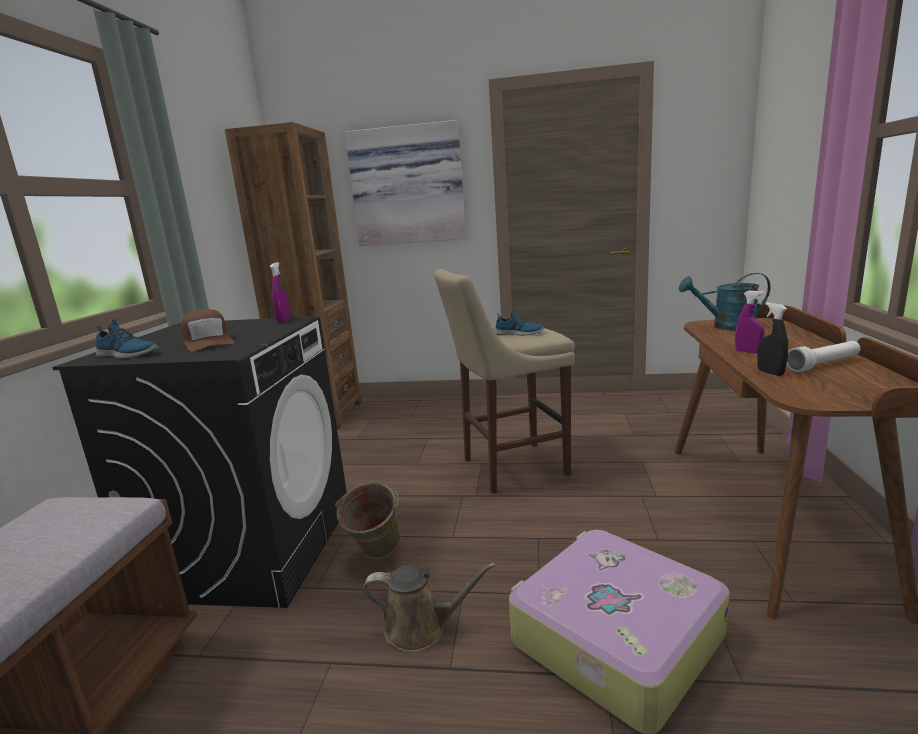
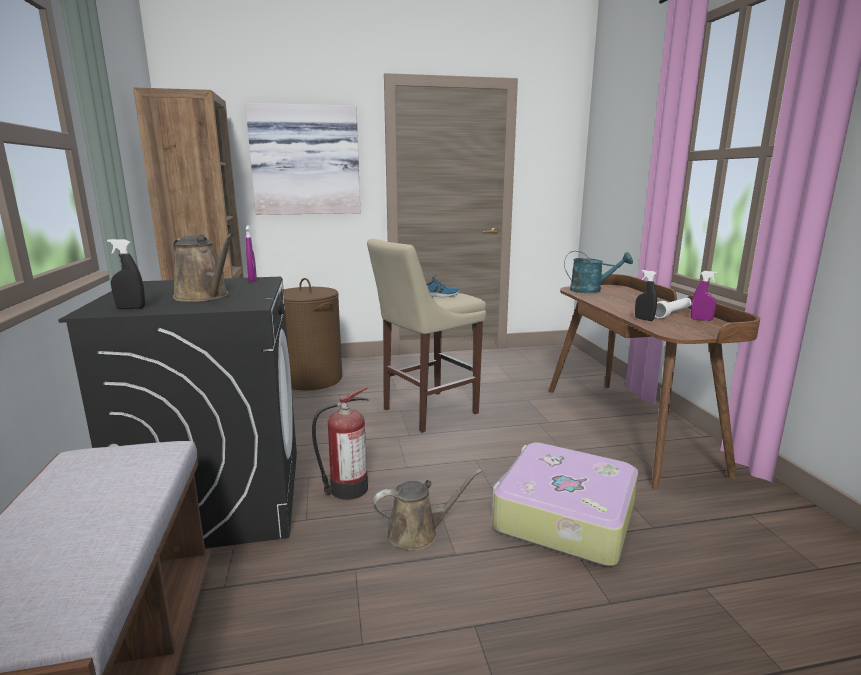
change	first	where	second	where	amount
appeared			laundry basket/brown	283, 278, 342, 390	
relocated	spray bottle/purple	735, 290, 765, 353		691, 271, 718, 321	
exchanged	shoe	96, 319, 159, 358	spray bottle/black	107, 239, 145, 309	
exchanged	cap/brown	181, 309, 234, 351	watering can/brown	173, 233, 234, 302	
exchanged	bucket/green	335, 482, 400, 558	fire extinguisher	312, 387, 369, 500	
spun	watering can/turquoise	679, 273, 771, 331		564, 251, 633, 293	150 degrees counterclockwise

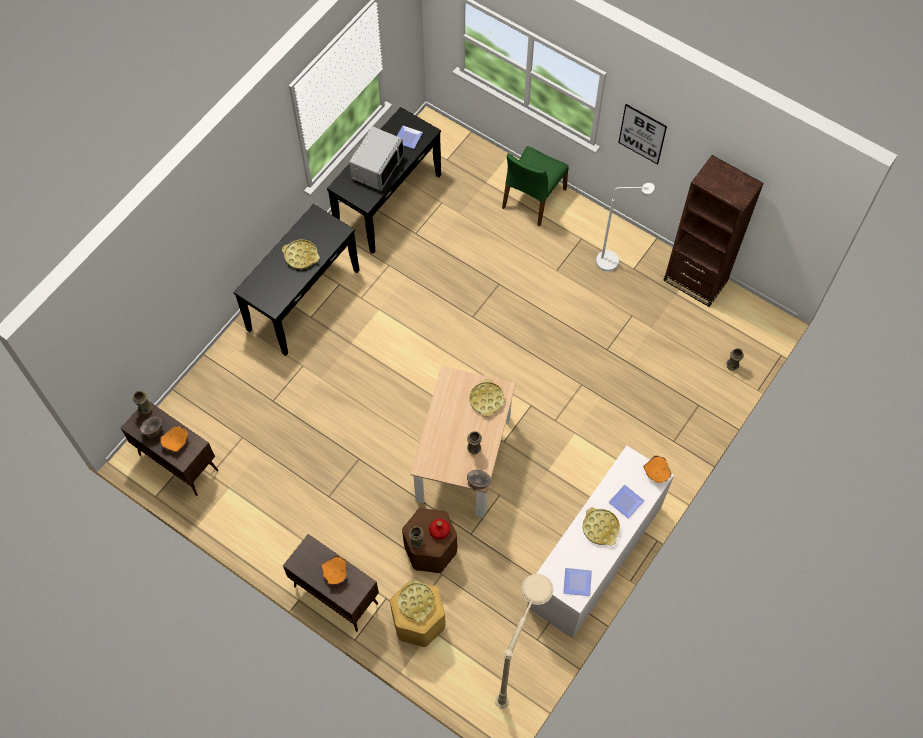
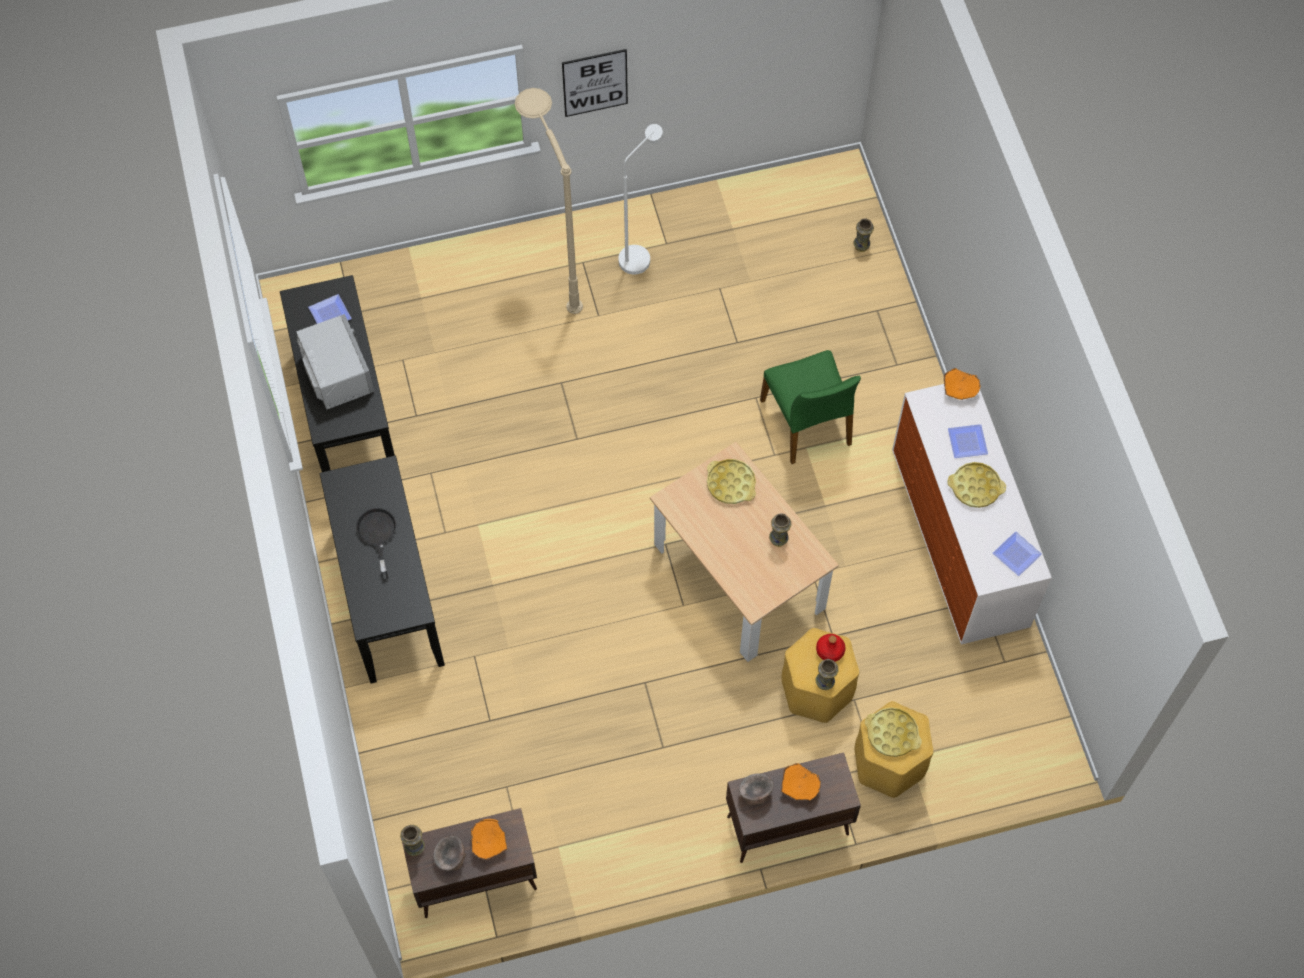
change	first	where	second	where	amount
missing	bookcase/brown	663, 155, 764, 307			
relocated	bowl/grey	467, 470, 491, 490		739, 773, 774, 806	
relocated	floor lamp/beige	495, 574, 553, 709		515, 88, 583, 314	
relocated	chair/green	502, 146, 568, 226		760, 350, 861, 464	
exchanged	tray/yellow	282, 240, 320, 269	frying pan/black	356, 508, 396, 580	
colour	stool/brown	402, 508, 457, 573	stool/yellow	782, 628, 859, 723	

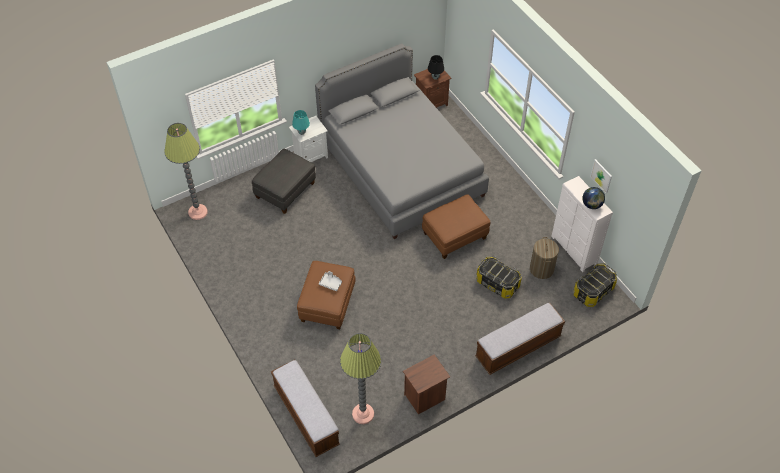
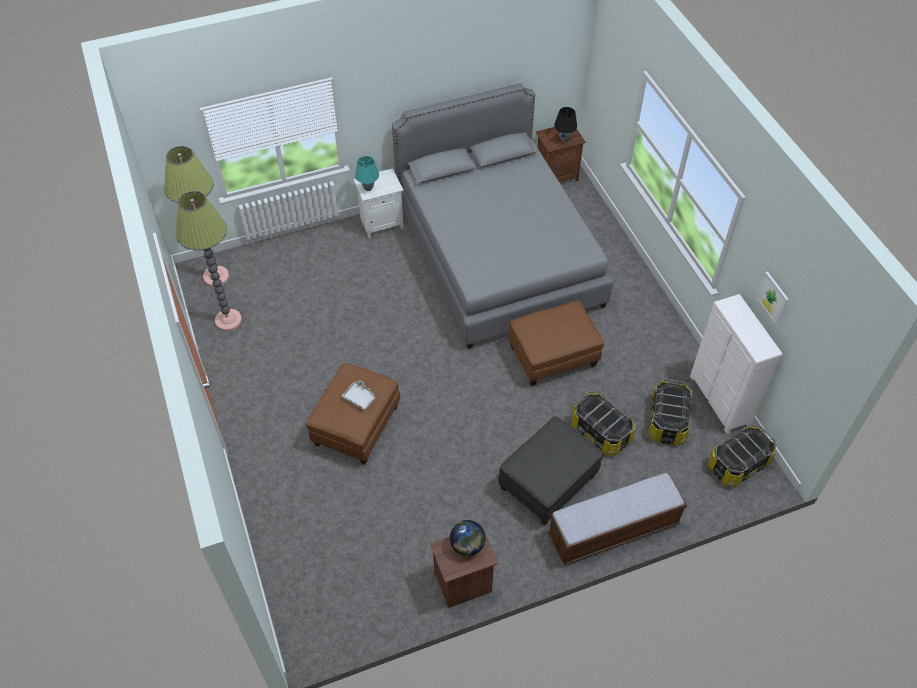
change	first	where	second	where	amount
missing	bench	271, 359, 340, 457			
relocated	ottoman/grey	252, 149, 316, 214		498, 416, 604, 526	
relocated	floor lamp	340, 333, 381, 424		176, 191, 242, 331	
relocated	globe	582, 187, 605, 209		450, 520, 485, 556	
exchanged	laundry basket	530, 237, 559, 279	storage box	648, 379, 692, 445	

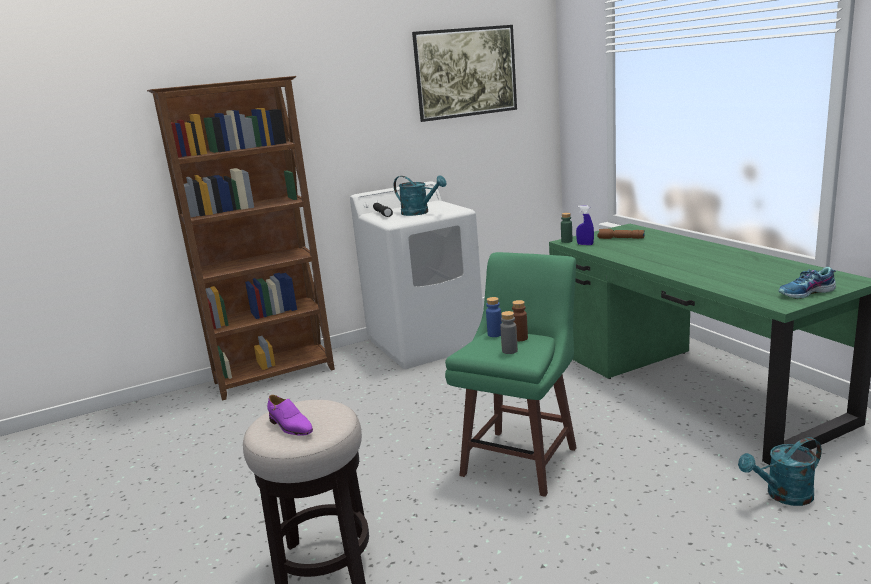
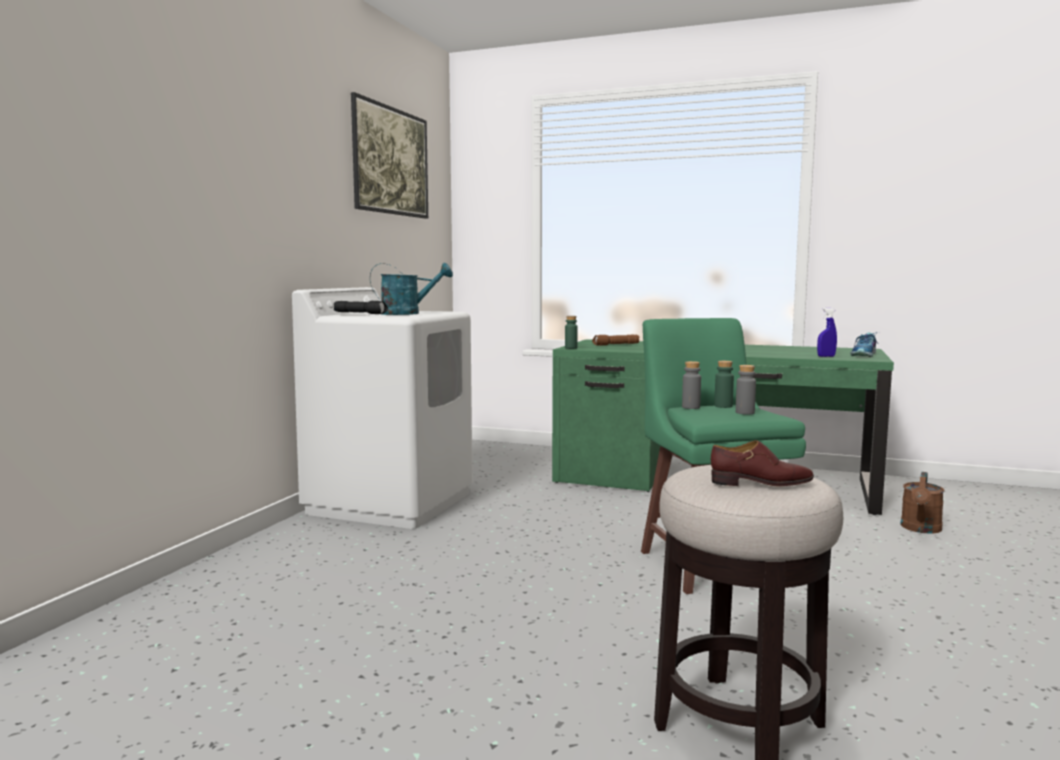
change	first	where	second	where	amount
missing	bookcase/brown	147, 76, 335, 401			
relocated	spray bottle/blue	576, 205, 594, 245		817, 308, 837, 357	
colour	shoe/purple	267, 395, 313, 436	shoe/brown	711, 440, 814, 486	
colour	bottle/blue	486, 297, 502, 337	bottle/grey	682, 361, 701, 409	
colour	bottle/brown	512, 300, 528, 341	bottle/green	714, 361, 734, 408	
colour	watering can/turquoise	738, 437, 822, 506	watering can/brown	900, 472, 944, 534	

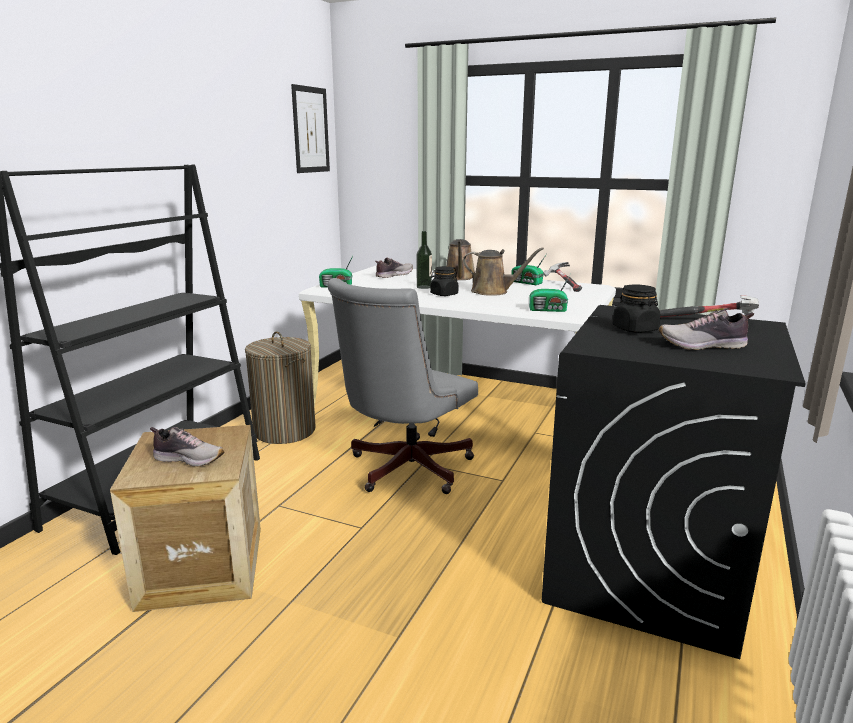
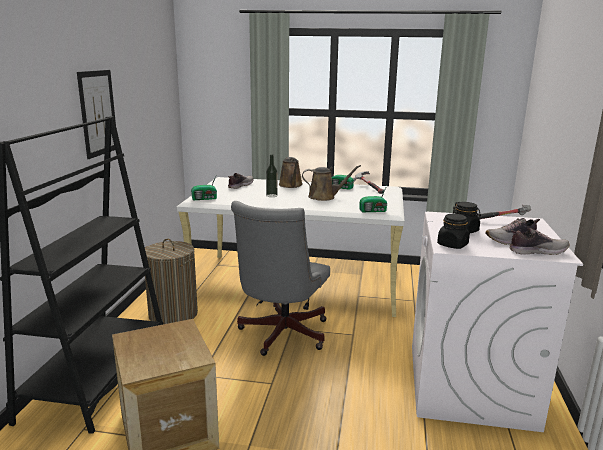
change	first	where	second	where	amount
relocated	shoe	150, 427, 224, 467		509, 228, 569, 255	
relocated	picture	291, 84, 330, 173		77, 70, 116, 159	
relocated	jar/black	430, 266, 458, 296		437, 214, 470, 249	
colour	washing machine/black	542, 305, 806, 659	washing machine/white	412, 212, 583, 432	

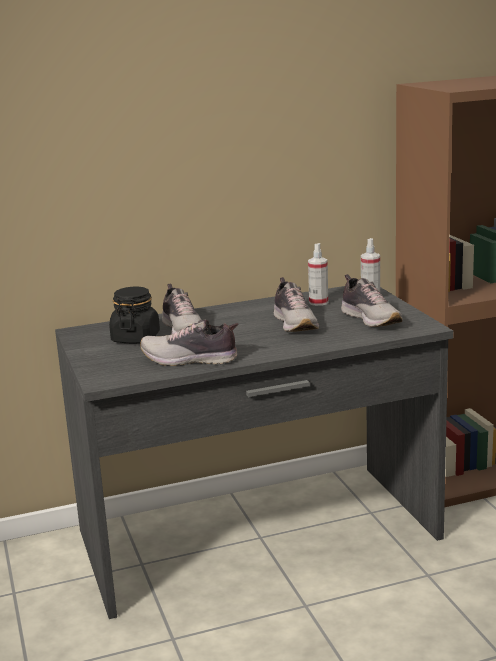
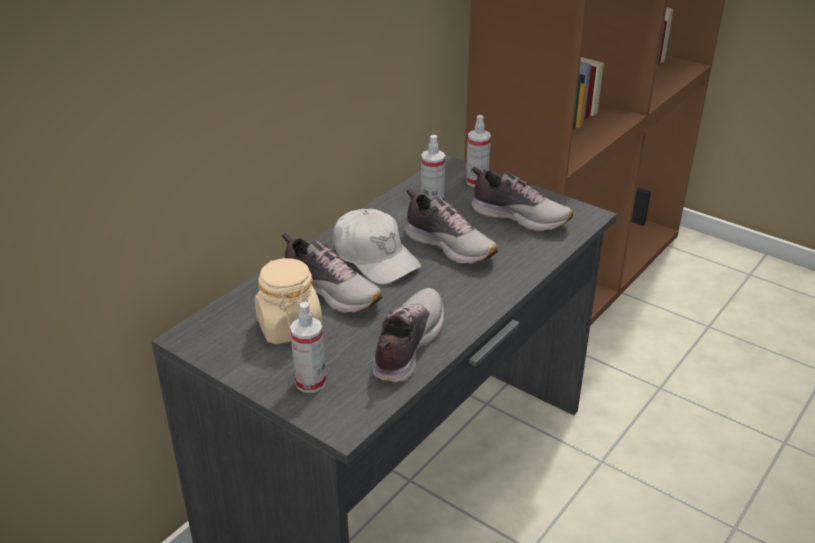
change	first	where	second	where	amount
appeared			spray bottle	290, 302, 326, 393	
appeared			cap/white	333, 209, 421, 285	
colour	jar/black	109, 287, 160, 343	jar/beige	255, 258, 323, 344	
spun	shoe	140, 320, 238, 366		373, 288, 444, 382	135 degrees clockwise

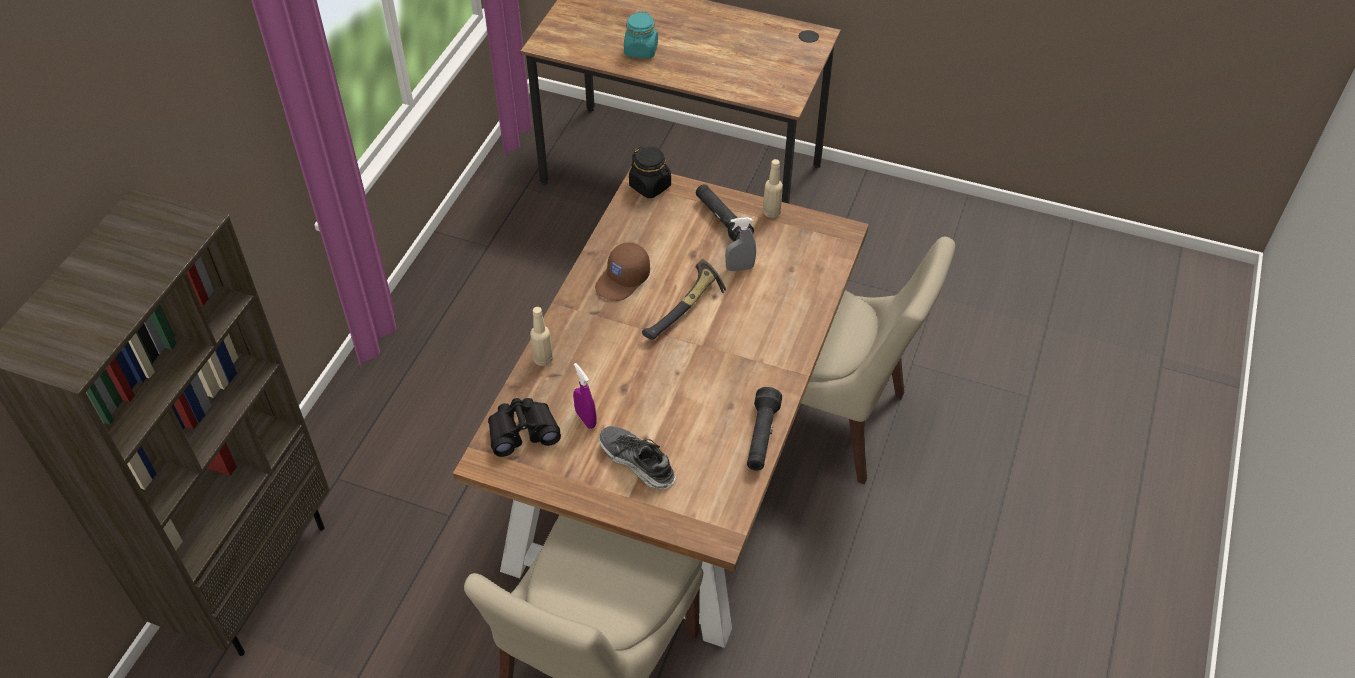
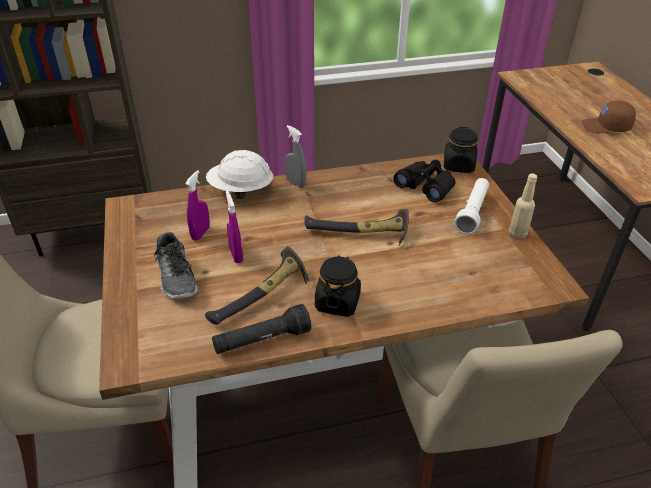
change	first	where	second	where	amount
missing	jar/turquoise	624, 11, 658, 59			
appeared			hammer	205, 246, 309, 325	
appeared			spray bottle/purple	226, 191, 243, 263	
appeared			jar/black	315, 255, 361, 317	
relocated	binoculars/black	488, 398, 561, 457		393, 160, 455, 202	
relocated	cap/brown	595, 243, 650, 301		581, 101, 636, 133	
relocated	spray bottle/grey	725, 217, 756, 271		285, 125, 307, 188	
exchanged	bottle/beige	530, 307, 553, 366	hard hat/white	206, 150, 273, 199	
colour	flashlight/black	696, 184, 754, 242	flashlight/white	454, 178, 489, 234	
spun	shoe	598, 426, 676, 489		154, 232, 197, 299	150 degrees clockwise

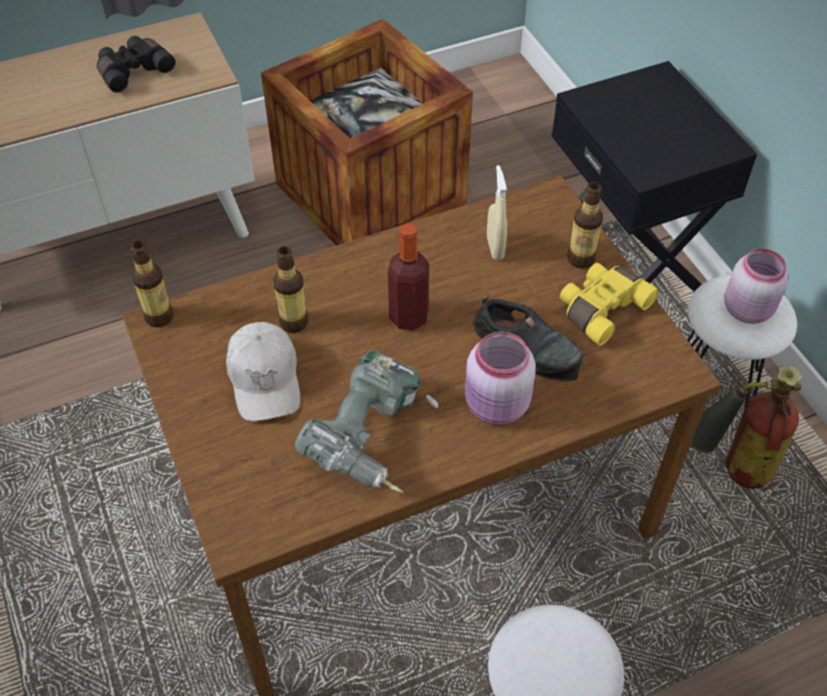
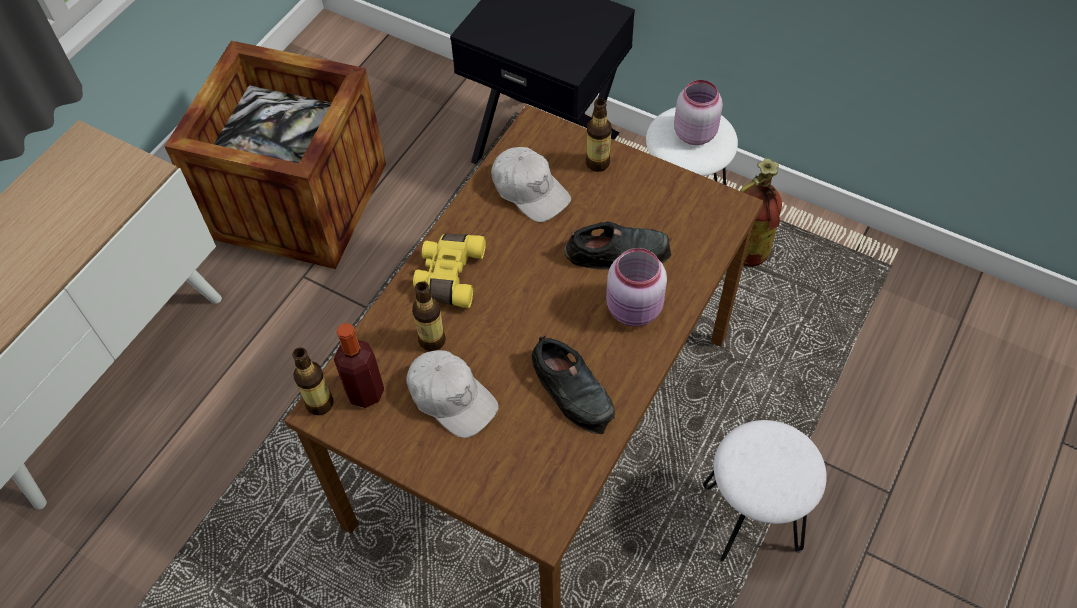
change	first	where	second	where	amount
missing	binoculars/black	97, 36, 176, 93			
relocated	bottle	388, 223, 429, 330		334, 323, 384, 408	
relocated	binoculars/yellow	560, 263, 659, 345		413, 234, 486, 308	
exchanged	power drill	295, 350, 438, 493	shoe/black	532, 335, 615, 434	
exchanged	spray bottle/beige	487, 165, 507, 260	cap/white	491, 147, 571, 222	

